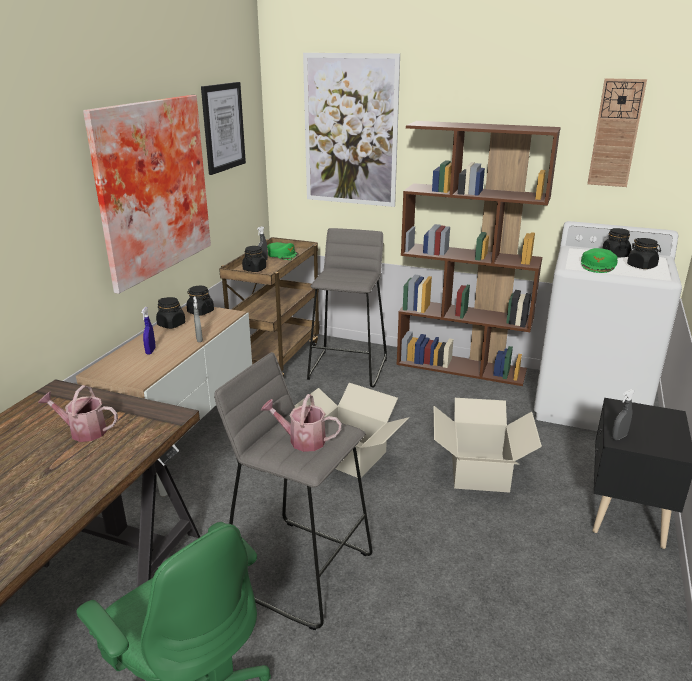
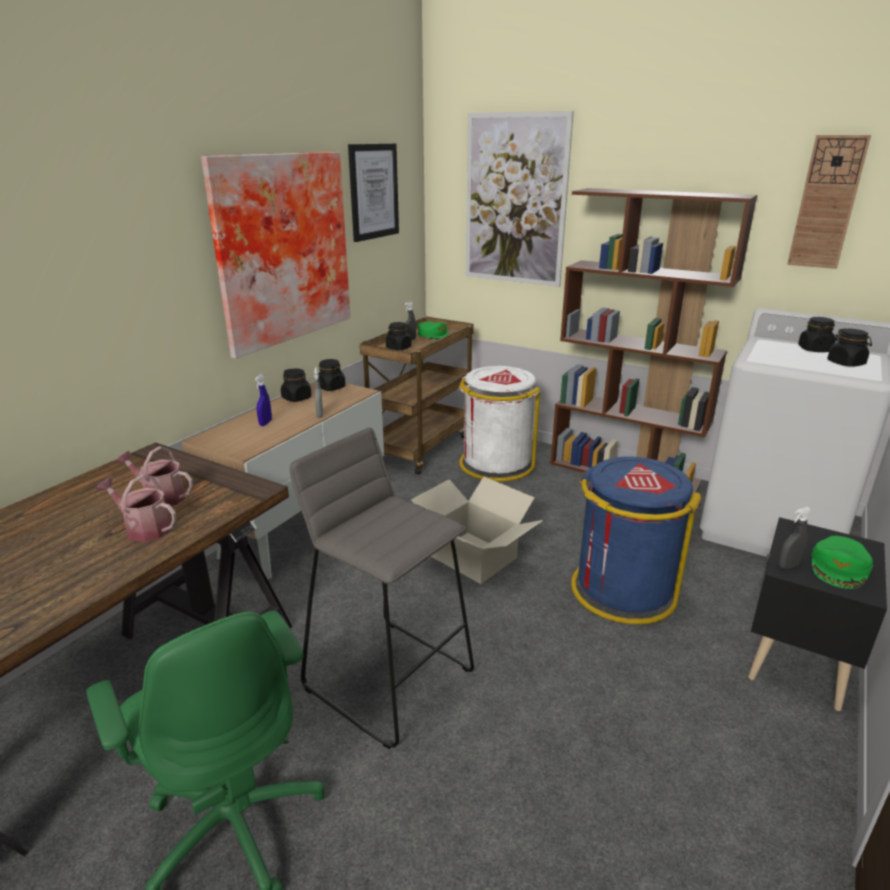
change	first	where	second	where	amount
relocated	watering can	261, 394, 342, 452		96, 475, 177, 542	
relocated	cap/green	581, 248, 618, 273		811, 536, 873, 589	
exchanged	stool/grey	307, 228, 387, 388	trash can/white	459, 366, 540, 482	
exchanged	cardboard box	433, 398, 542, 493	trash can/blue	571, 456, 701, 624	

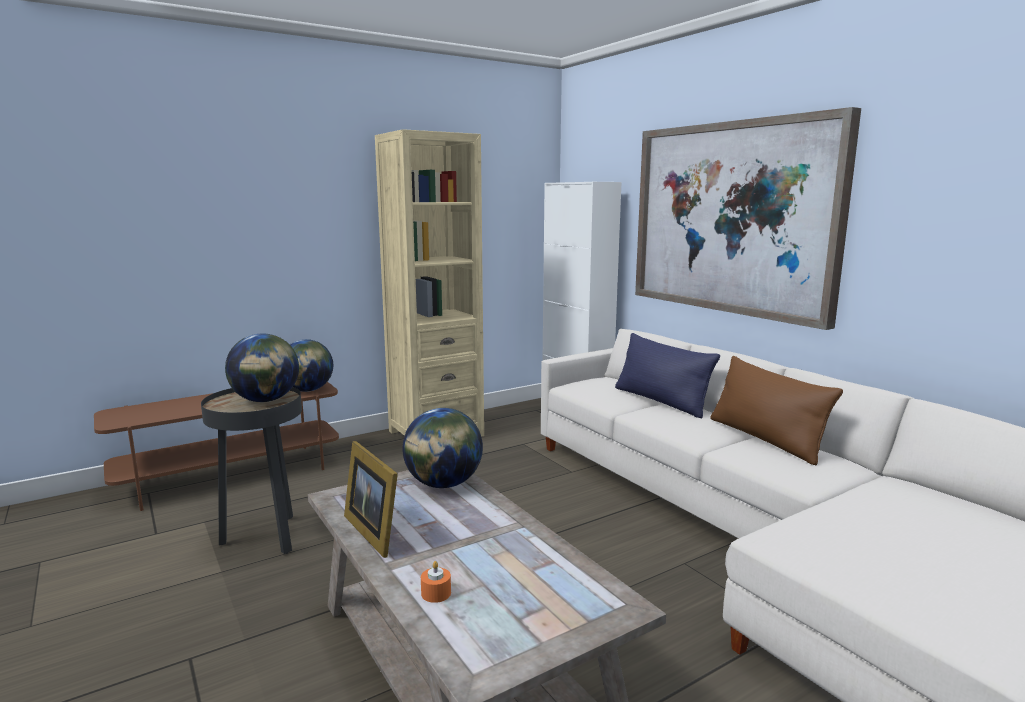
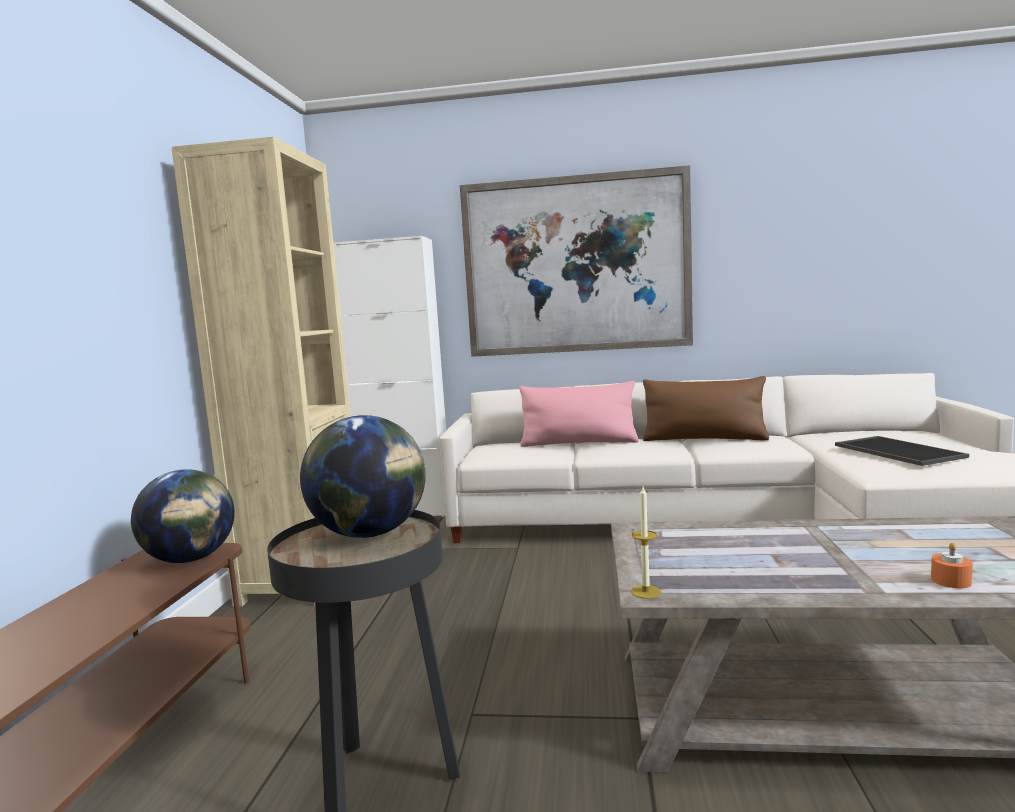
change	first	where	second	where	amount
missing	picture frame	344, 441, 398, 558			
missing	globe	402, 408, 483, 488			
appeared			candle	631, 487, 661, 599	
appeared			tray	835, 436, 969, 466	
colour	pillow/blue	615, 333, 720, 419	pillow/pink	519, 381, 639, 447	

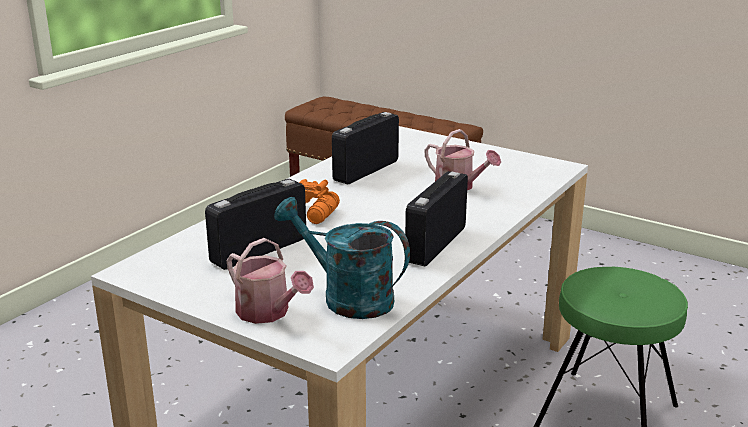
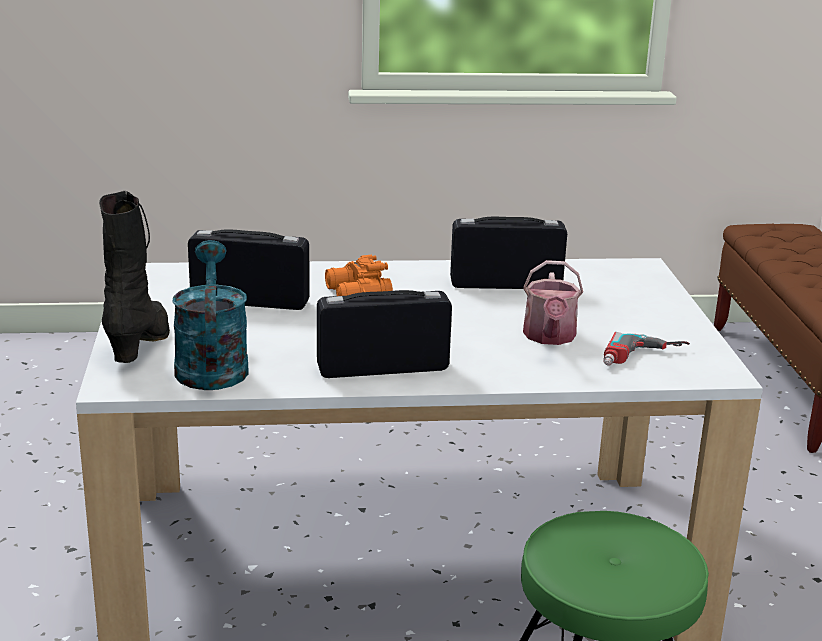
change	first	where	second	where	amount
appeared			power drill	603, 332, 690, 366	
exchanged	watering can	226, 238, 314, 324	boot/black	99, 191, 170, 363	

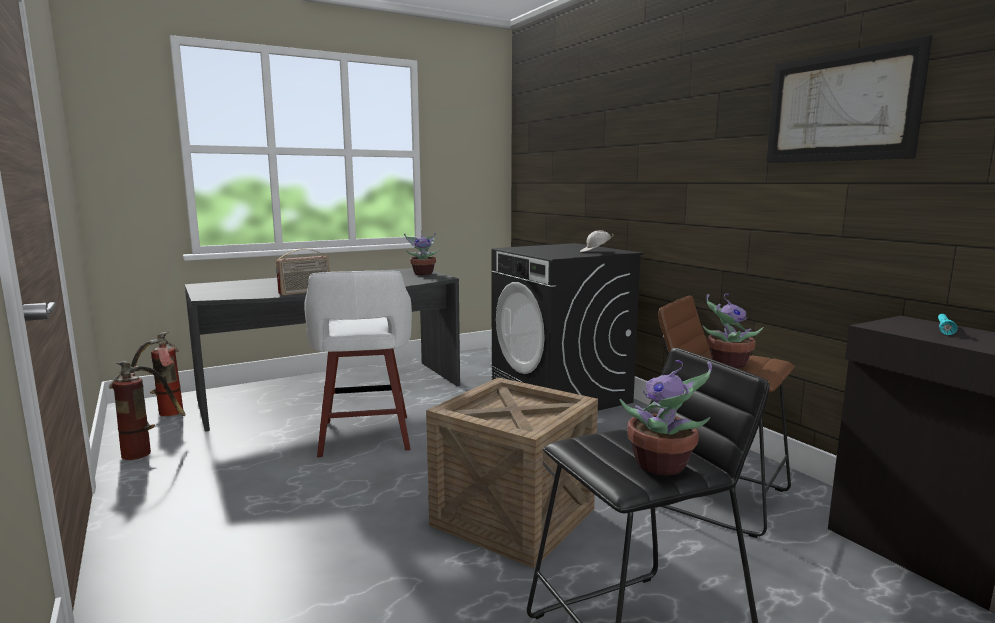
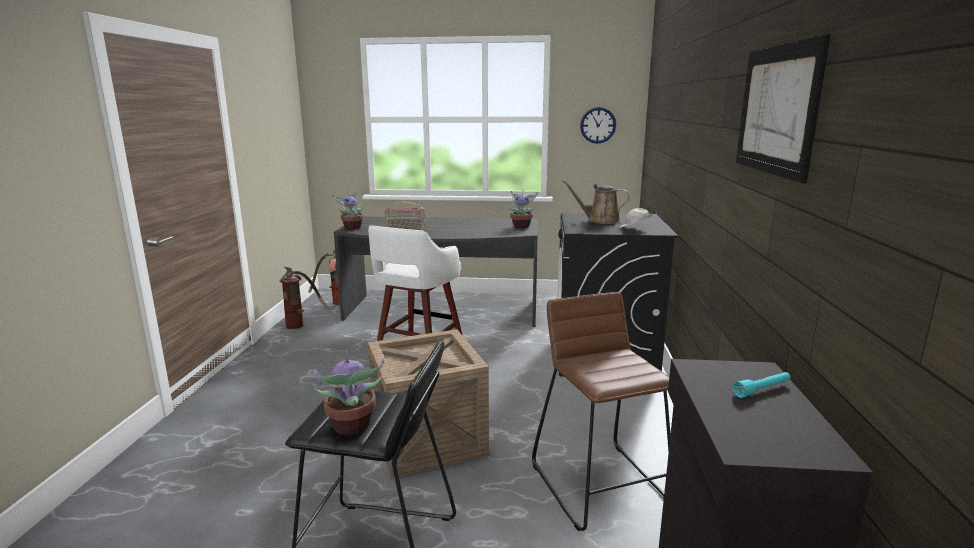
change	first	where	second	where	amount
appeared			watering can/brown	562, 180, 630, 224	
appeared			wall clock	580, 107, 616, 144	
relocated	potted plant	702, 293, 764, 368		332, 191, 364, 230	

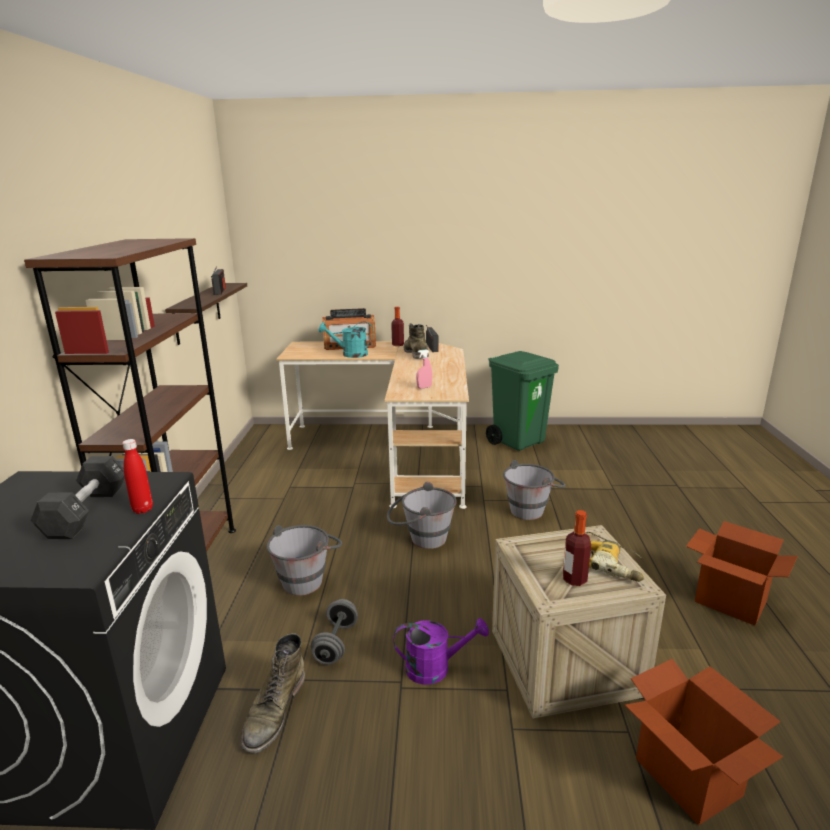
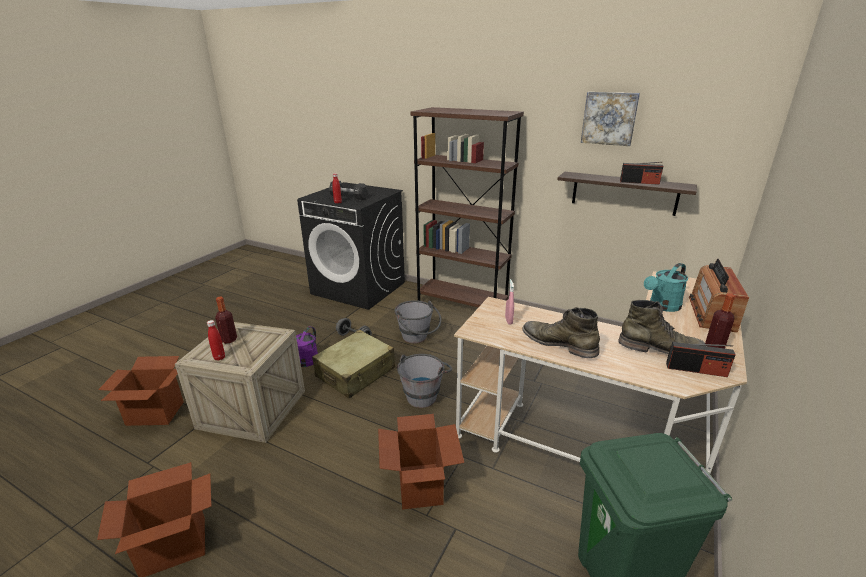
change	first	where	second	where	amount
appeared			suitcase/beige	312, 330, 395, 398	
appeared			picture	581, 92, 640, 146	
relocated	boot/green	241, 633, 305, 753		522, 307, 600, 358	
exchanged	bucket/grey	503, 460, 566, 520	cardboard box	378, 414, 464, 510	
exchanged	power drill	585, 532, 644, 582	bottle/red	207, 320, 225, 361	
spun	watering can/turquoise	318, 321, 373, 358		644, 263, 688, 312	150 degrees counterclockwise

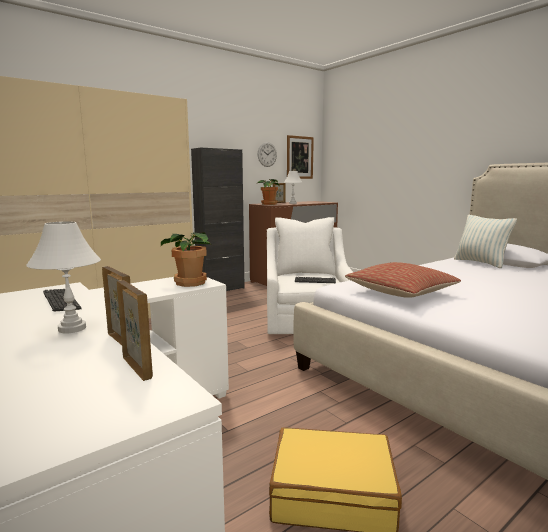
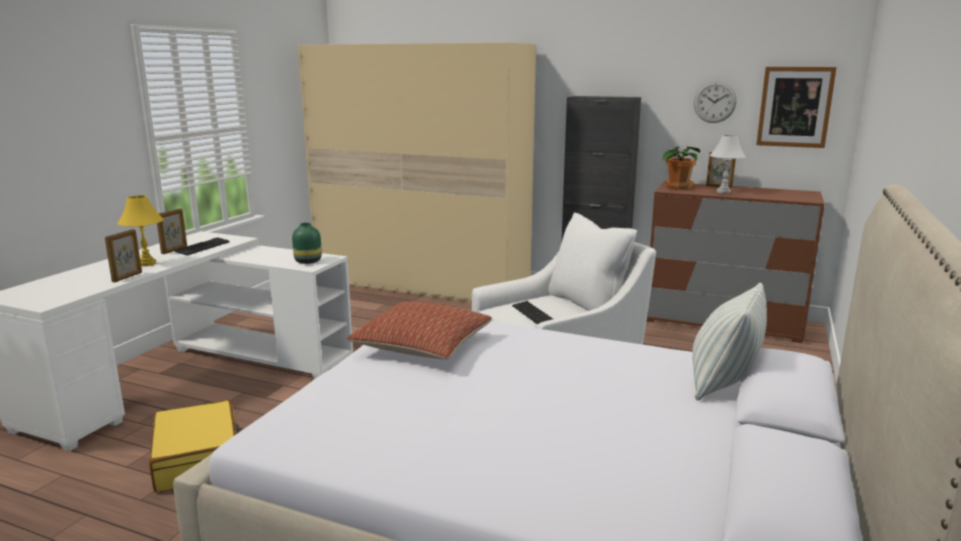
change	first	where	second	where	amount
relocated	picture frame	117, 280, 153, 381		157, 208, 187, 254	
exchanged	potted plant	161, 232, 213, 287	vase/green	292, 223, 322, 264	
colour	table lamp/white	26, 221, 101, 334	table lamp/yellow	117, 195, 164, 266	

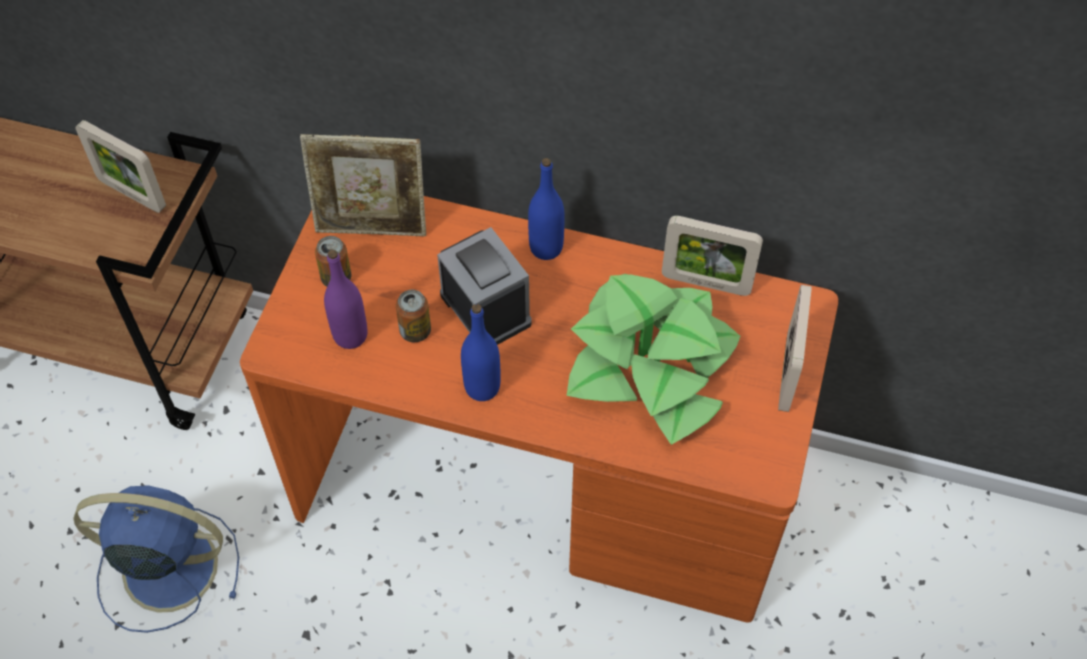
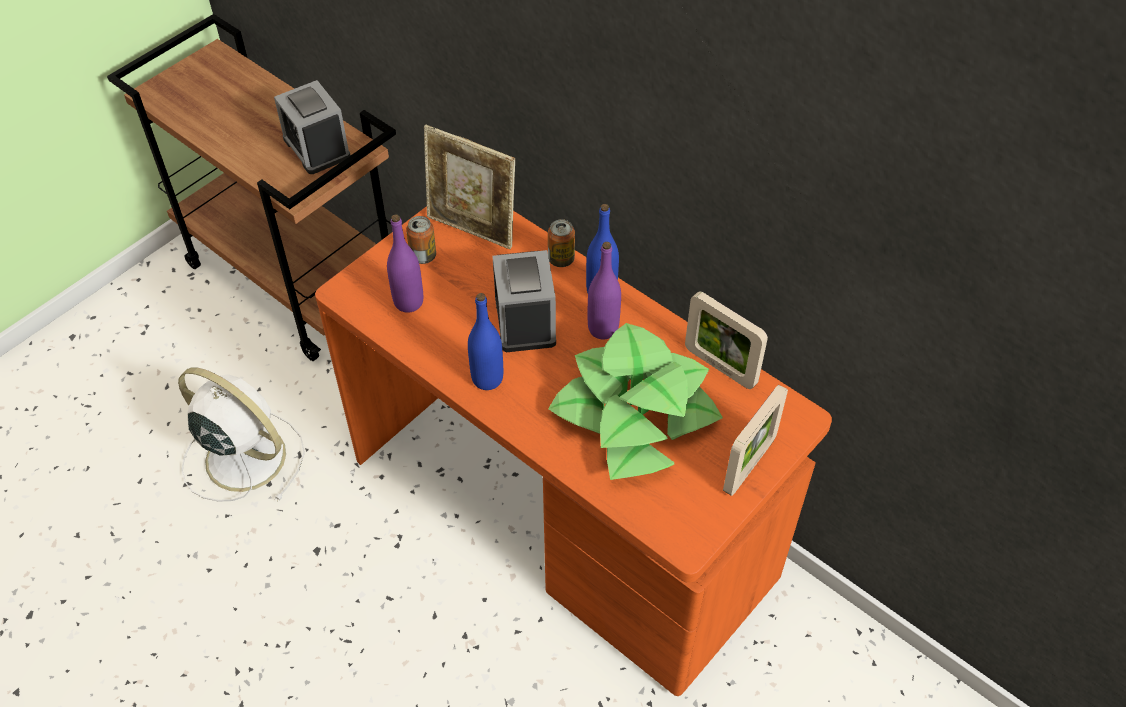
change	first	where	second	where	amount
appeared			bottle/purple	588, 242, 621, 339	
relocated	can	396, 290, 431, 342		548, 219, 575, 267	
exchanged	picture frame	75, 120, 166, 213	alarm clock	274, 80, 350, 174	
colour	fan/blue	73, 485, 239, 633	fan/white	178, 367, 305, 502	

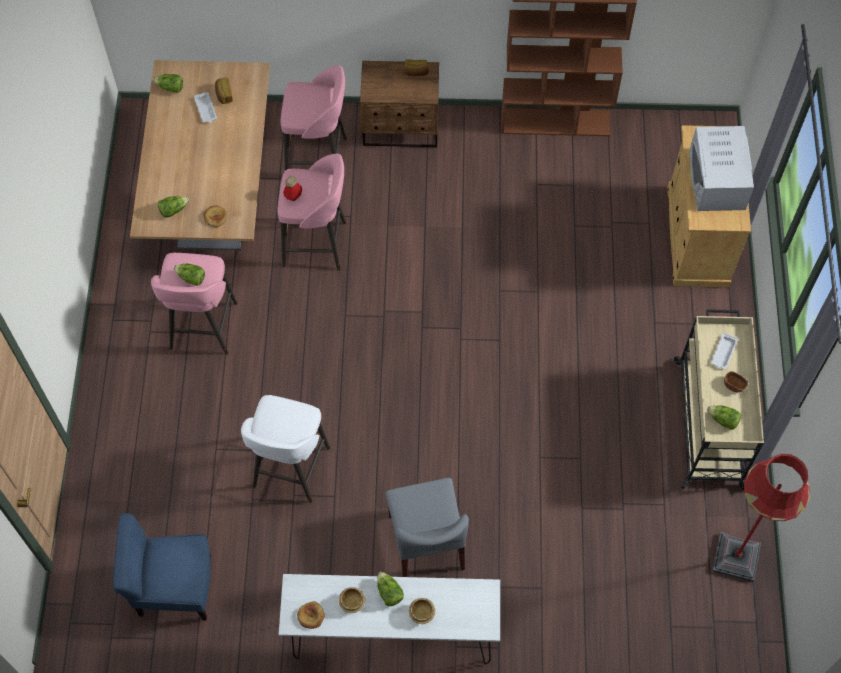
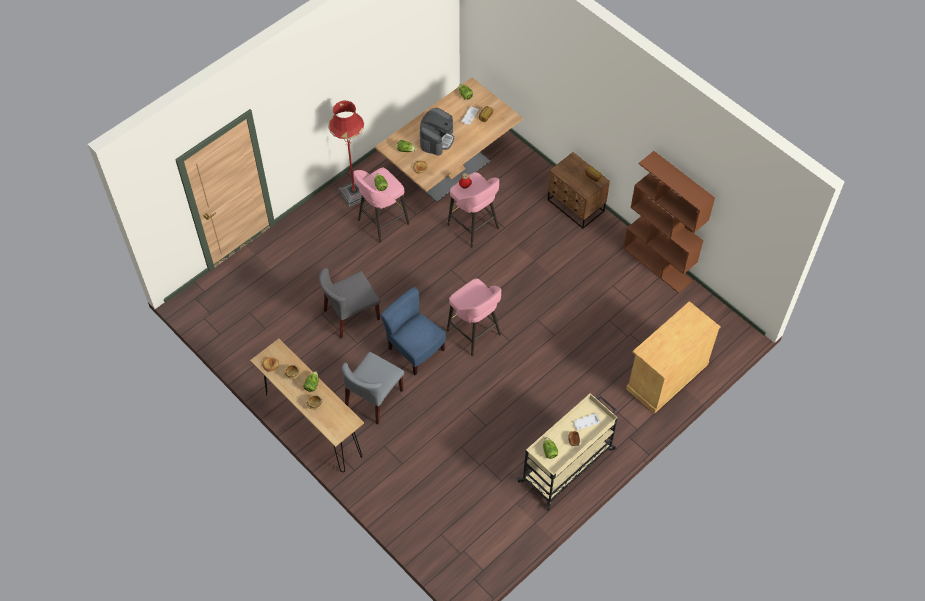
change	first	where	second	where	amount
missing	microwave/white	689, 126, 754, 211			
appeared			coffee machine	420, 108, 454, 156	
relocated	chair/blue	113, 513, 211, 620		381, 287, 446, 376	
relocated	stool/pink	280, 65, 347, 170		447, 279, 501, 356	
relocated	floor lamp/red	712, 454, 810, 582		328, 101, 366, 207	
exchanged	stool/white	241, 395, 330, 503	chair/grey	319, 268, 380, 338	
colour	console table/white	279, 574, 500, 664	console table/brown	250, 339, 364, 472	

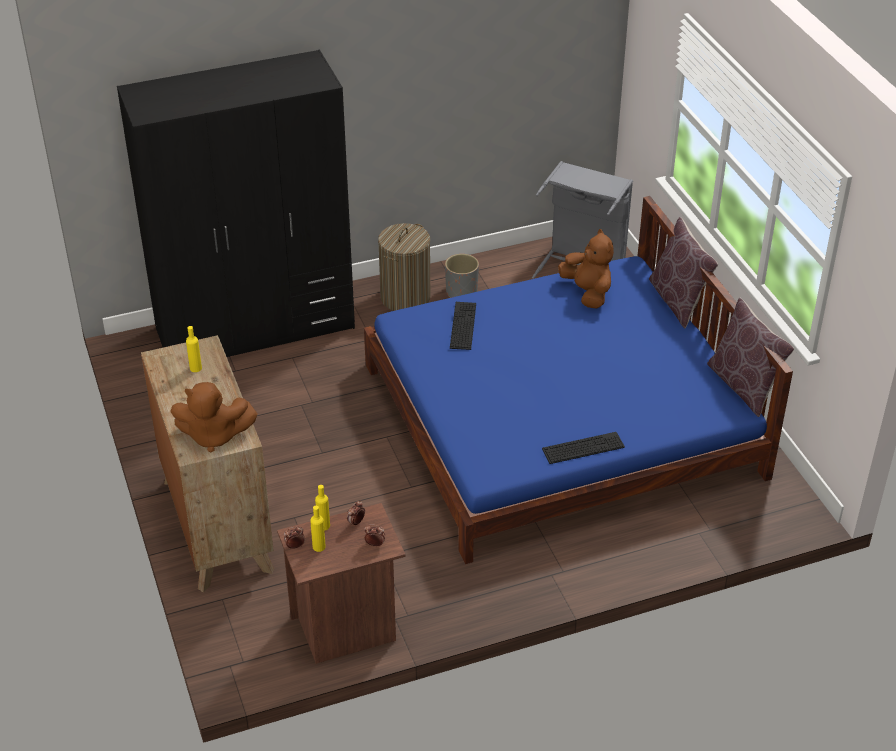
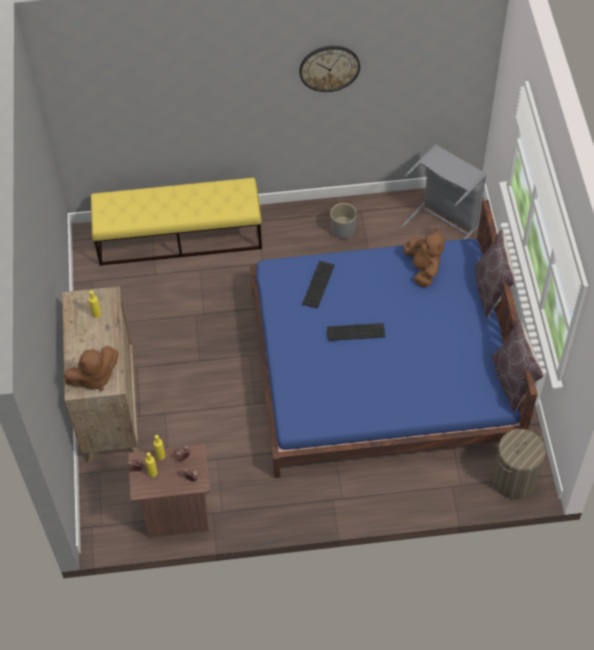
change	first	where	second	where	amount
appeared			wall clock	299, 46, 360, 92	
relocated	laundry basket	378, 223, 430, 311		492, 429, 546, 499	
relocated	keyboard	542, 432, 625, 464		327, 323, 385, 341	
exchanged	wardrobe/black	117, 50, 355, 357	bench/yellow	91, 178, 262, 266	
spun	plush toy/brown	170, 382, 258, 452		64, 346, 118, 391	45 degrees counterclockwise

